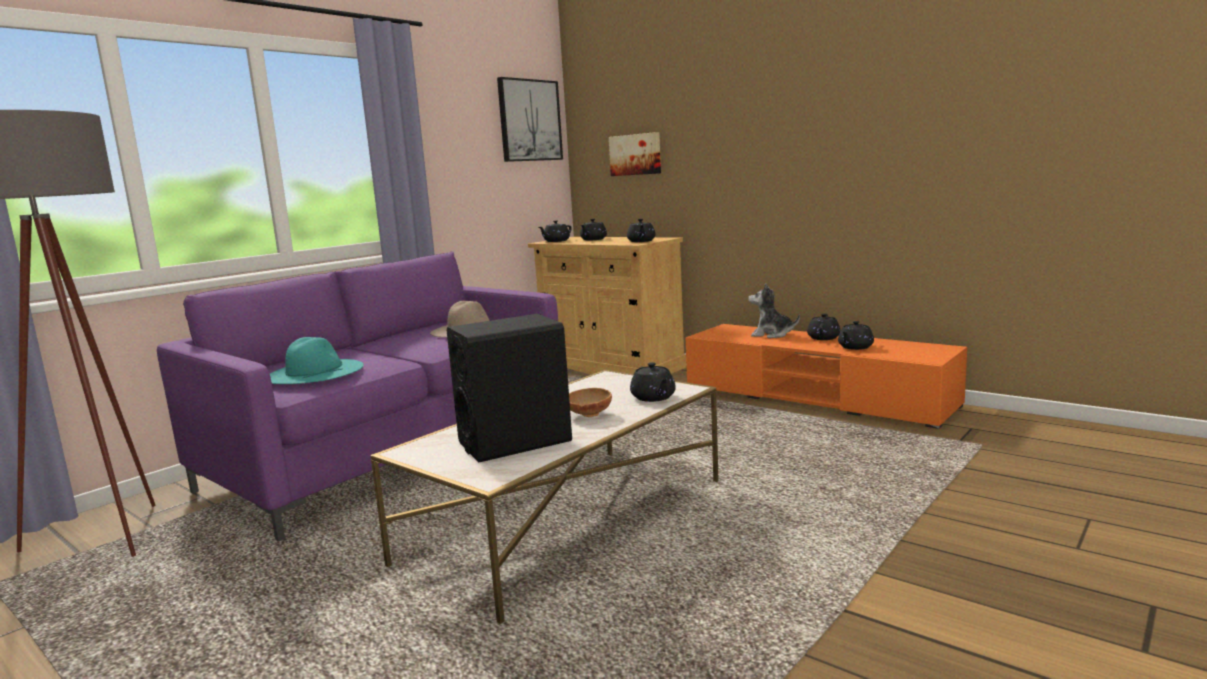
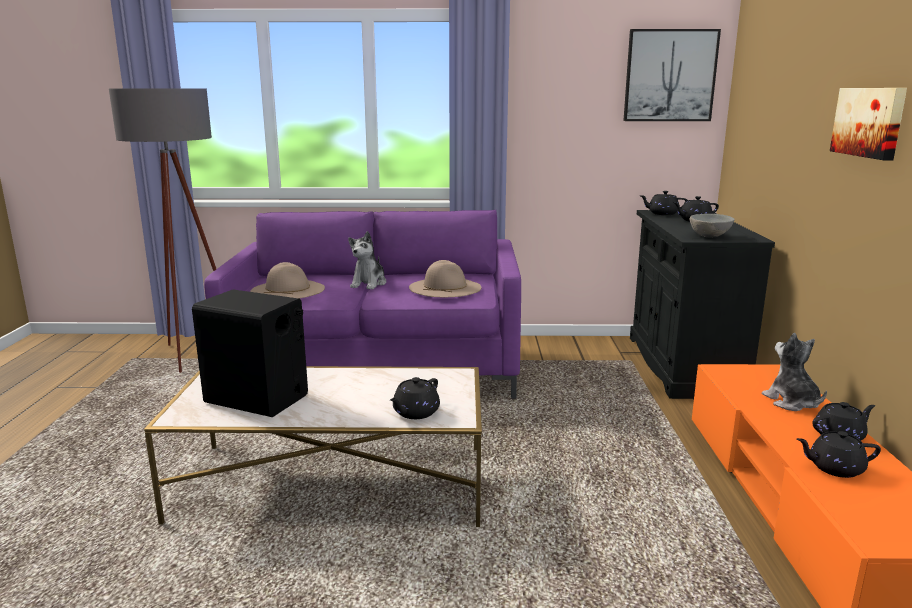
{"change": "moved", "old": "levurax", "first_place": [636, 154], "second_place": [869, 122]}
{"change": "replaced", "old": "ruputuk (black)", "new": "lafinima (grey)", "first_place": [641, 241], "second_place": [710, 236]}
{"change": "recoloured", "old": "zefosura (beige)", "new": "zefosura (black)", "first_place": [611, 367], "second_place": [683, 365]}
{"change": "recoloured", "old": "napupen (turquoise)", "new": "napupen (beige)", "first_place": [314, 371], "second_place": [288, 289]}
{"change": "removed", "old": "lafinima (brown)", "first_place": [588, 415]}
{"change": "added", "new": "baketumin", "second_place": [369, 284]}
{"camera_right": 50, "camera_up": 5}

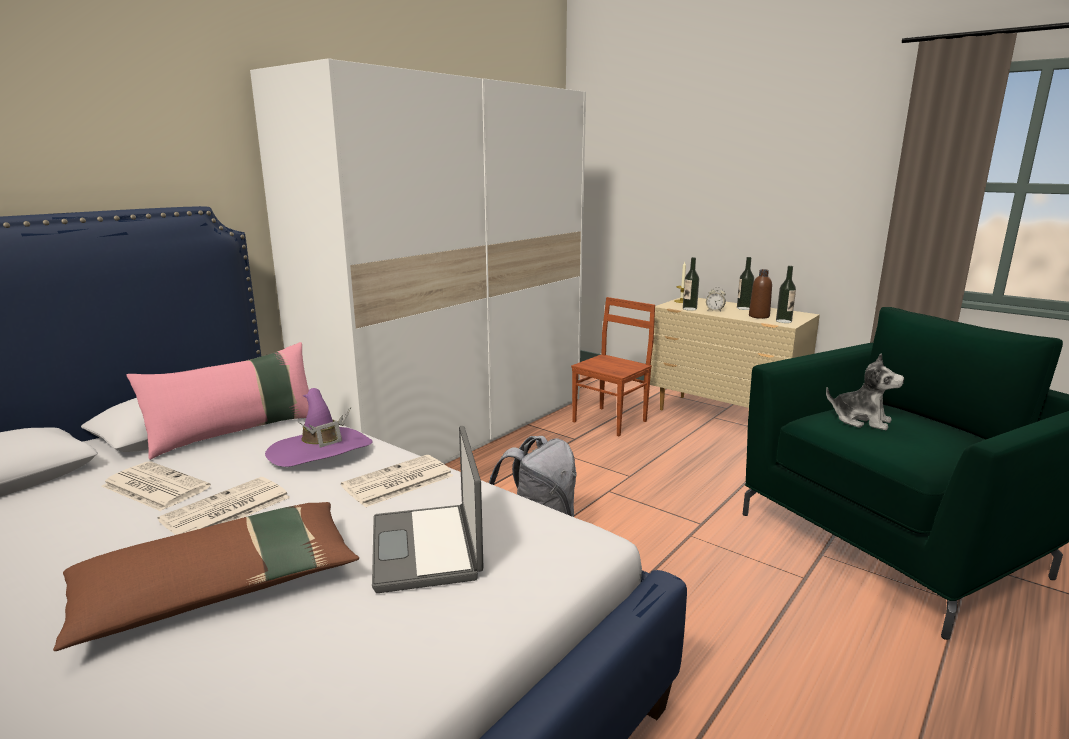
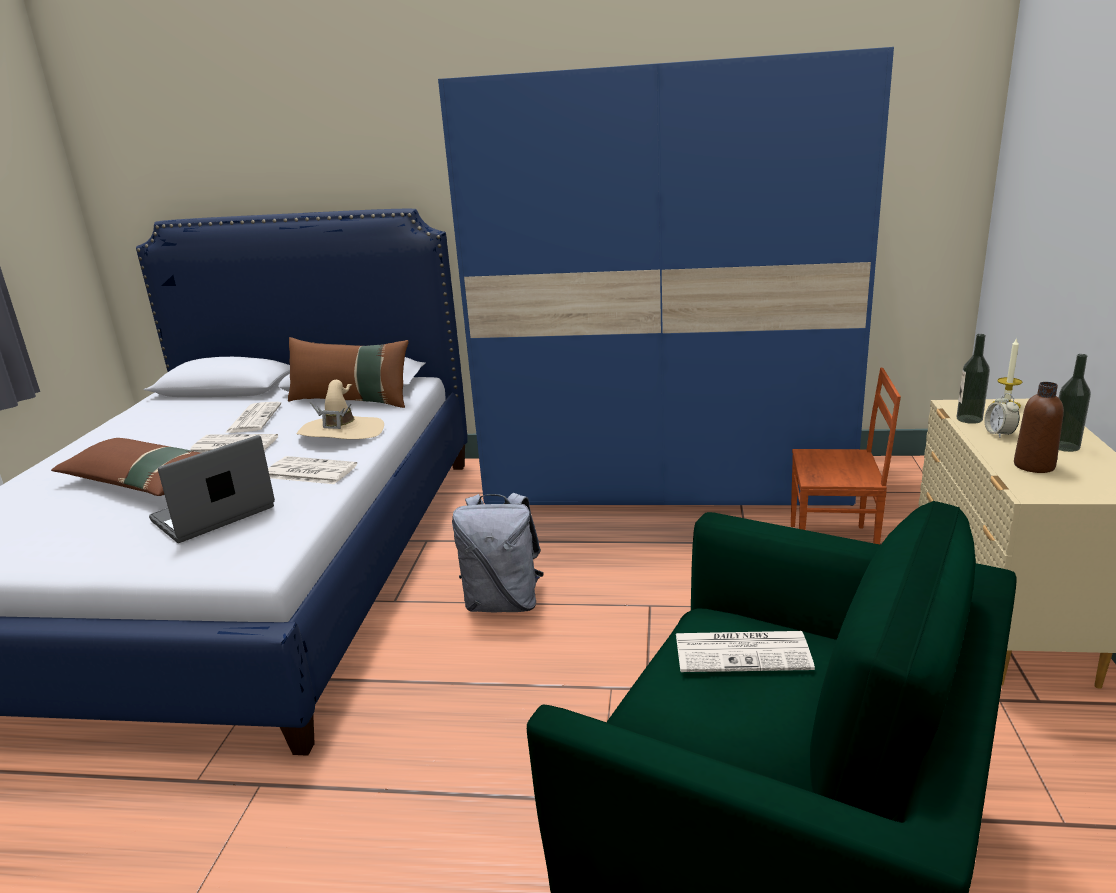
{"change": "recoloured", "old": "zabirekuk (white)", "new": "zabirekuk (blue)", "first_place": [456, 431], "second_place": [665, 481]}
{"change": "removed", "old": "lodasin", "first_place": [783, 321]}
{"change": "recoloured", "old": "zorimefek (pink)", "new": "zorimefek (brown)", "first_place": [236, 432], "second_place": [351, 401]}
{"change": "replaced", "old": "baketumin", "new": "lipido", "first_place": [861, 420], "second_place": [744, 652]}
{"change": "recoloured", "old": "napupen (purple)", "new": "napupen (beige)", "first_place": [320, 451], "second_place": [341, 433]}
{"camera_right": 60, "camera_up": 5}

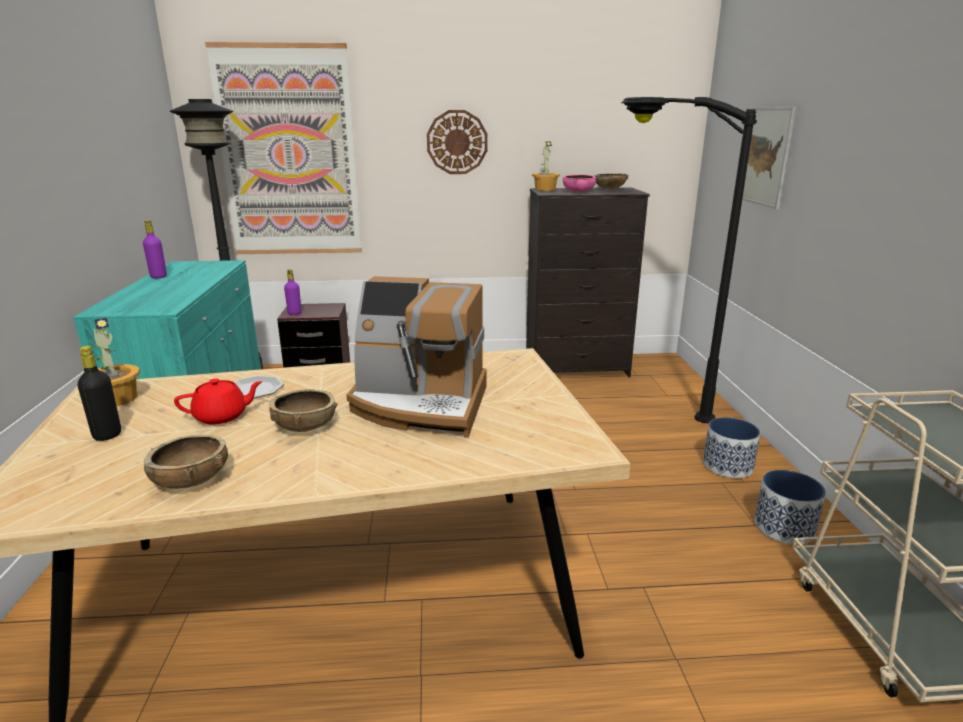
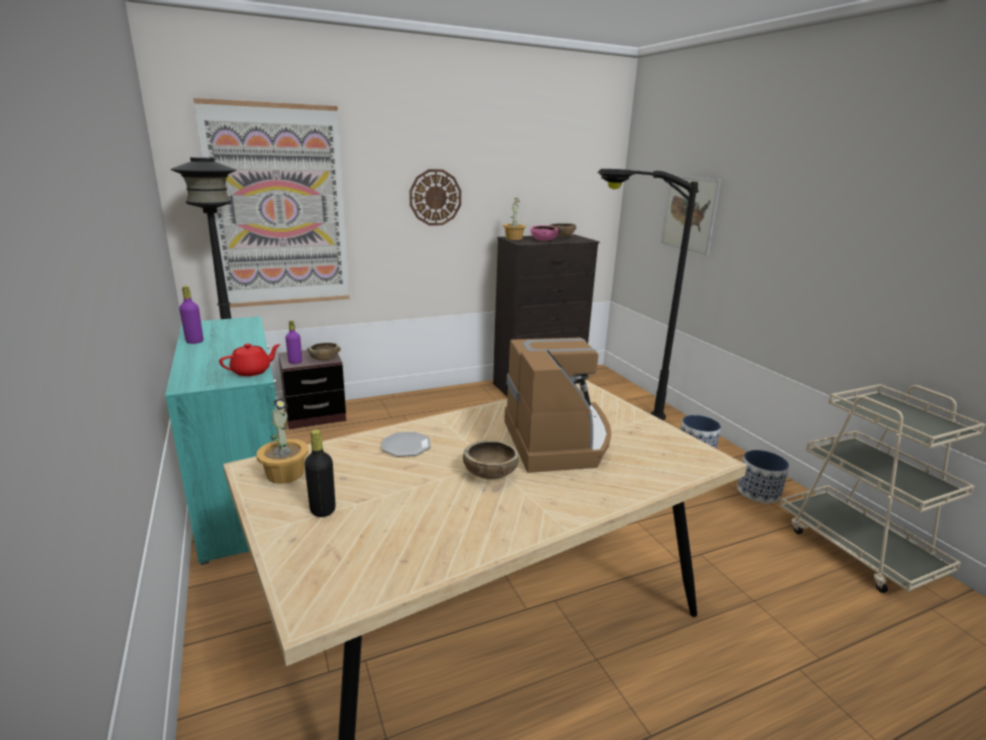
{"change": "turned", "old": "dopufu", "first_place": [420, 405], "second_place": [558, 440], "degrees": -90}
{"change": "moved", "old": "ruputuk (red)", "first_place": [222, 416], "second_place": [252, 371]}
{"change": "moved", "old": "lafinima (brown)", "first_place": [191, 480], "second_place": [325, 359]}
{"camera_right": -20, "camera_up": 0}

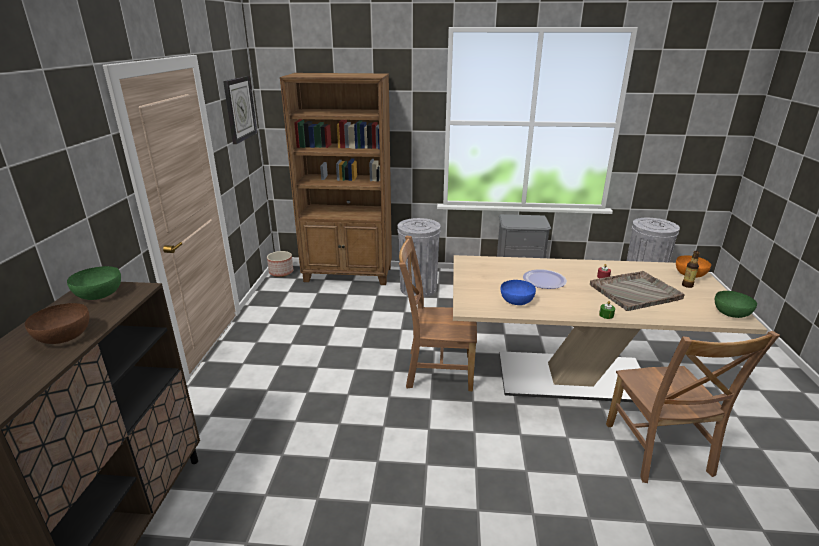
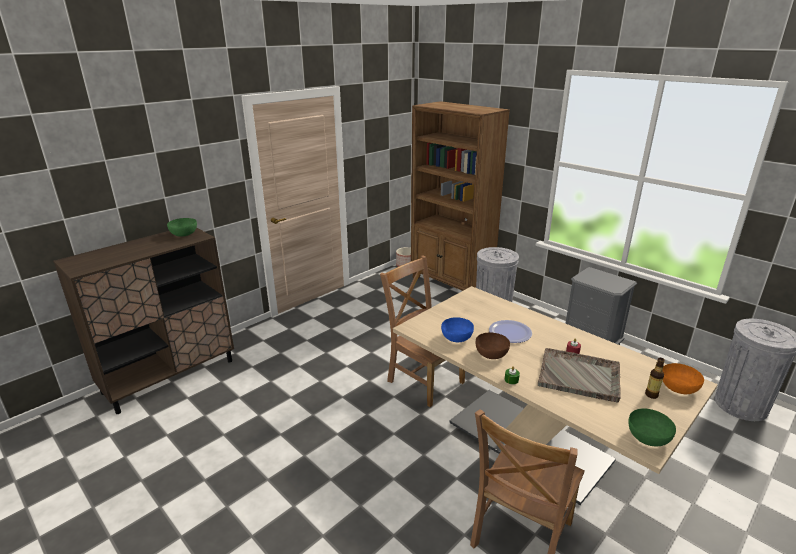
{"change": "removed", "old": "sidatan", "first_place": [239, 109]}
{"change": "moved", "old": "lafinima (brown)", "first_place": [63, 337], "second_place": [491, 354]}
{"camera_right": 40, "camera_up": 0}

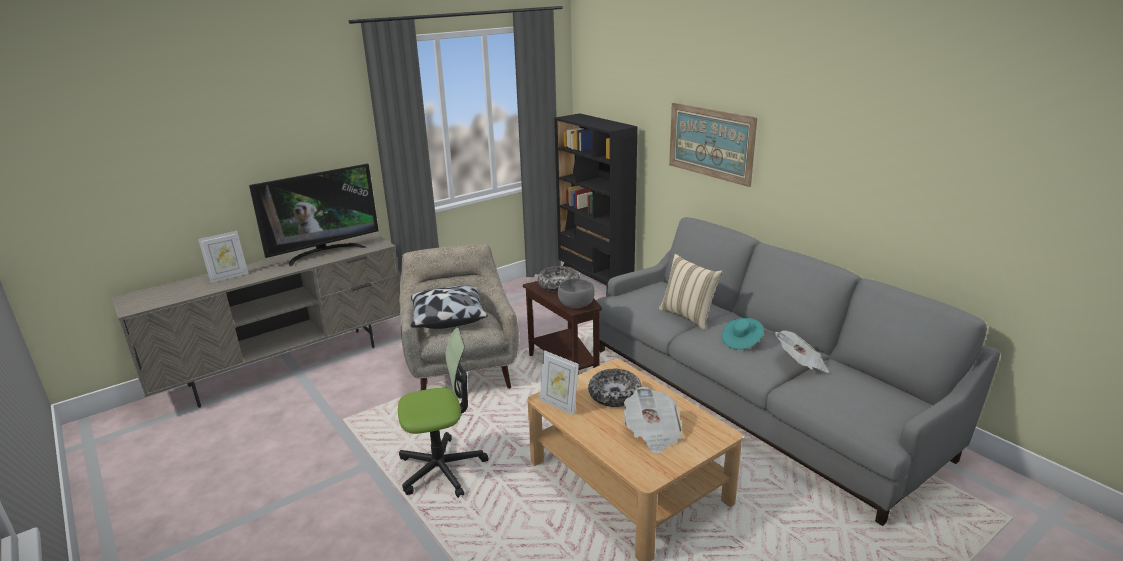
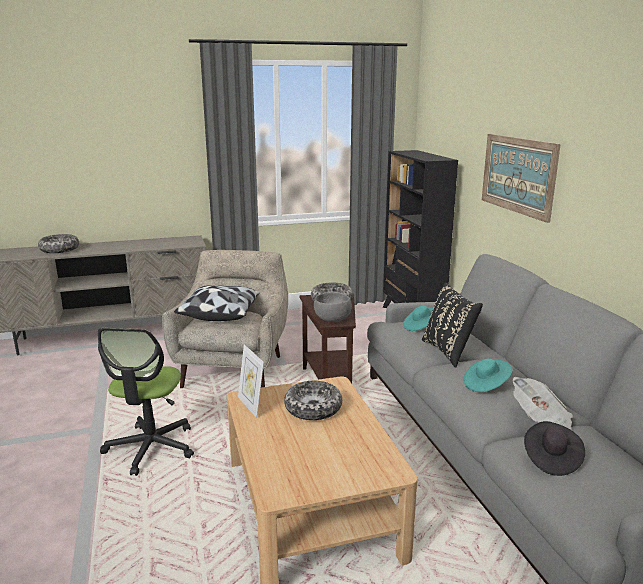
{"change": "removed", "old": "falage", "first_place": [324, 252]}
{"change": "replaced", "old": "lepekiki", "new": "lafinima", "first_place": [228, 277], "second_place": [59, 249]}
{"change": "recoloured", "old": "zorimefek (beige)", "new": "zorimefek (black)", "first_place": [688, 316], "second_place": [449, 351]}
{"change": "turned", "old": "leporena", "first_place": [442, 469], "second_place": [151, 448], "degrees": 90}
{"change": "removed", "old": "lipido", "first_place": [652, 433]}
{"change": "added", "new": "napupen (turquoise)", "second_place": [421, 327]}
{"change": "added", "new": "napupen (black)", "second_place": [551, 459]}
{"camera_right": 20, "camera_up": -5}

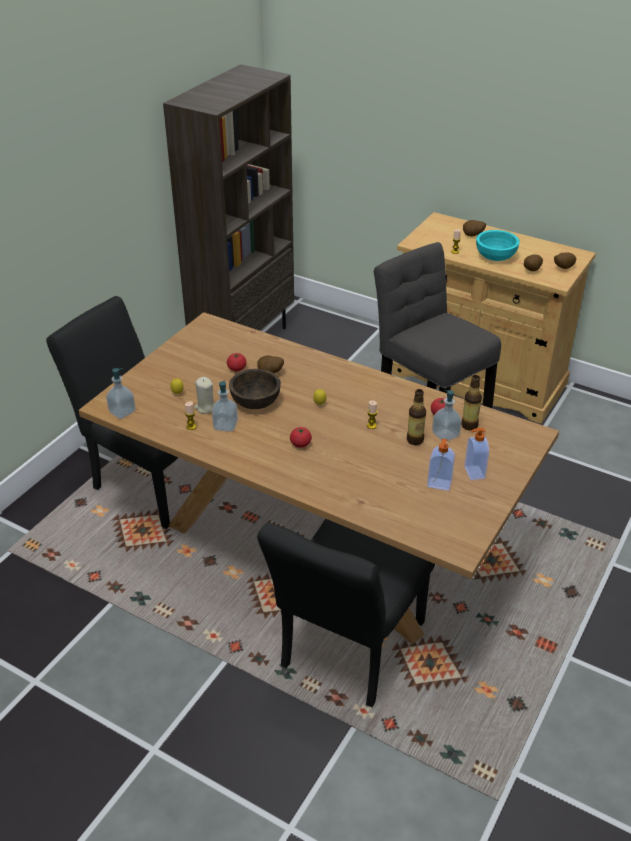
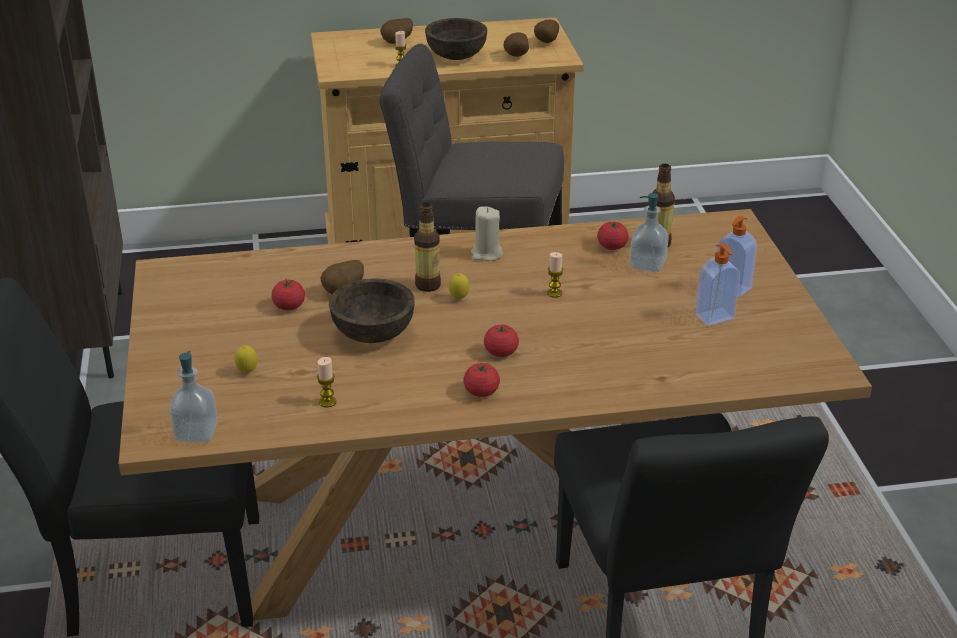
{"change": "recoloured", "old": "lafinima (turquoise)", "new": "lafinima (brown)", "first_place": [495, 257], "second_place": [456, 56]}
{"change": "moved", "old": "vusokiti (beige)", "first_place": [205, 407], "second_place": [486, 254]}
{"change": "removed", "old": "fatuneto", "first_place": [225, 425]}
{"change": "moved", "old": "lodasin", "first_place": [415, 440], "second_place": [428, 285]}
{"change": "added", "new": "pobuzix", "second_place": [481, 392]}
{"camera_right": -40, "camera_up": -5}

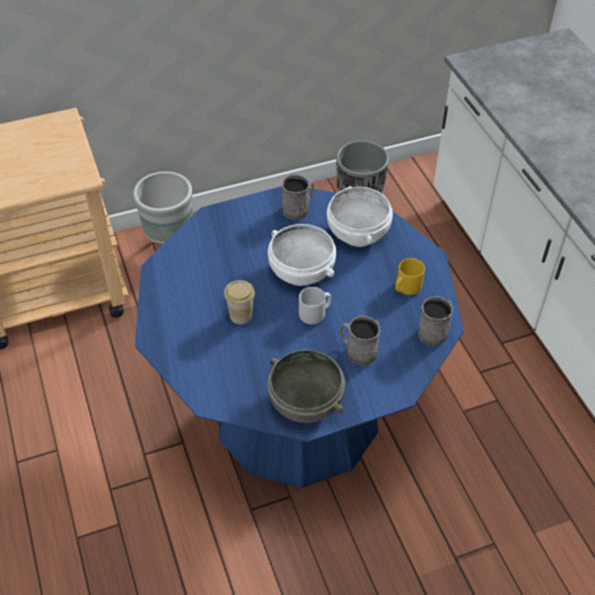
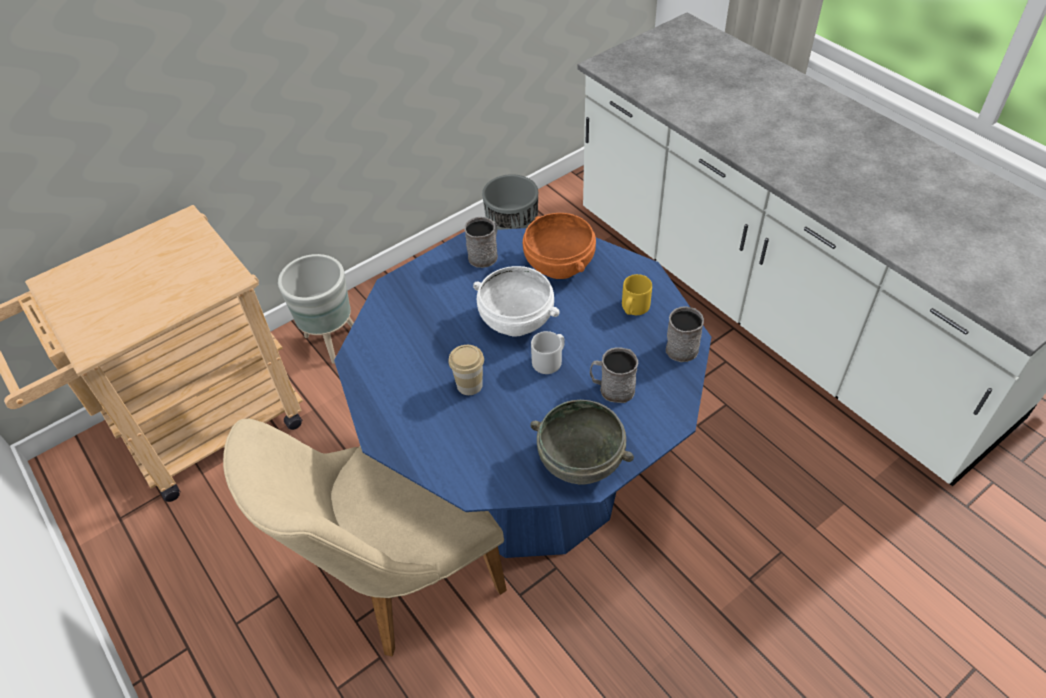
{"change": "recoloured", "old": "lafinima (white)", "new": "lafinima (orange)", "first_place": [359, 233], "second_place": [560, 265]}
{"change": "added", "new": "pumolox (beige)", "second_place": [398, 578]}
{"camera_right": -15, "camera_up": 0}

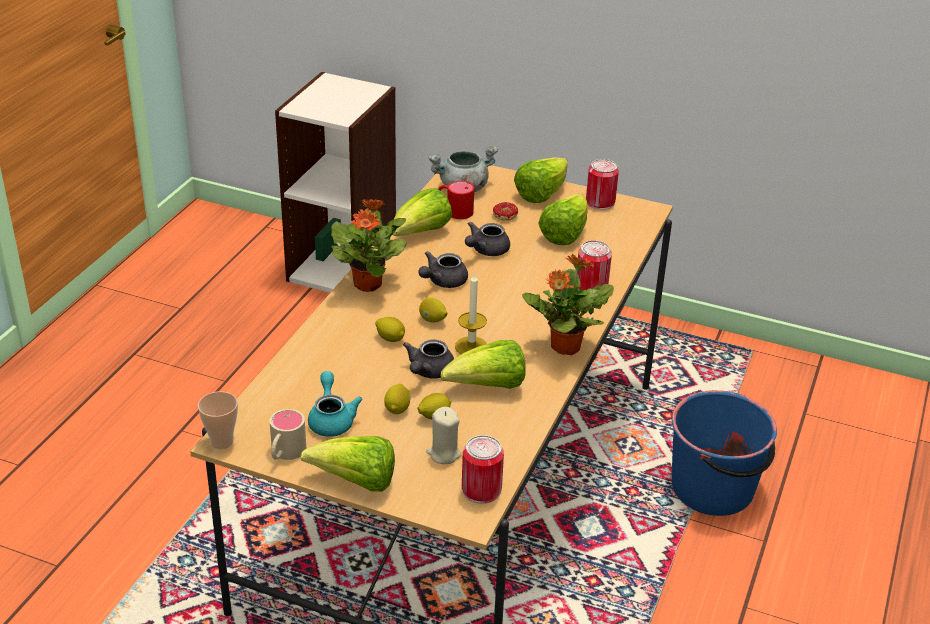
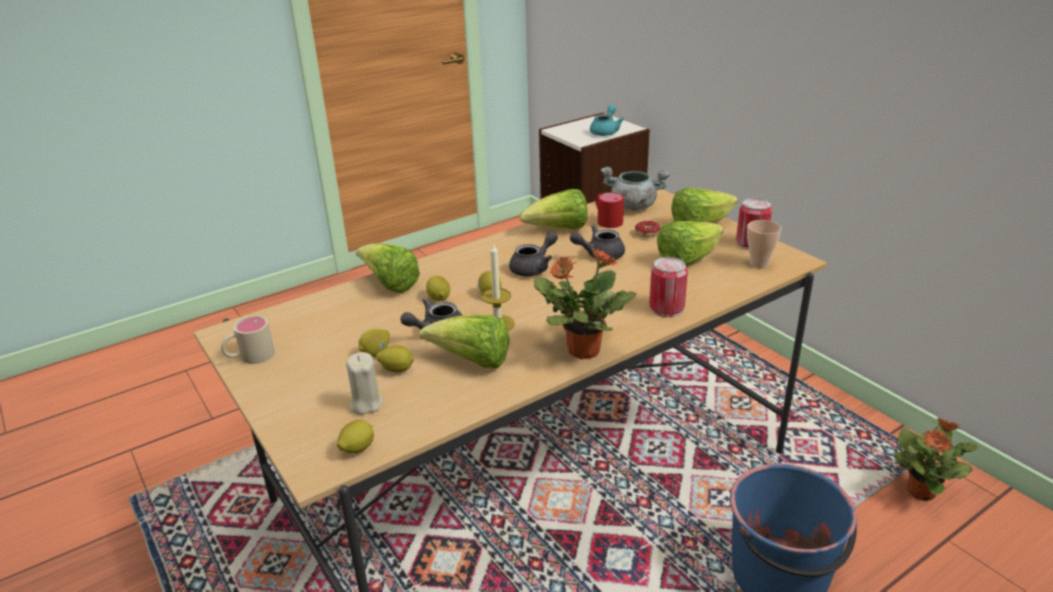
{"change": "moved", "old": "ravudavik", "first_place": [368, 283], "second_place": [921, 491]}
{"change": "turned", "old": "ruputuk (grey)", "first_place": [442, 281], "second_place": [534, 268], "degrees": 150}
{"change": "moved", "old": "ruputuk (turquoise)", "first_place": [331, 419], "second_place": [606, 131]}
{"change": "moved", "old": "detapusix", "first_place": [221, 442], "second_place": [759, 264]}
{"change": "replaced", "old": "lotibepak", "new": "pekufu", "first_place": [481, 490], "second_place": [357, 449]}
{"change": "moved", "old": "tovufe", "first_place": [356, 482], "second_place": [390, 284]}
{"camera_right": 35, "camera_up": -5}

